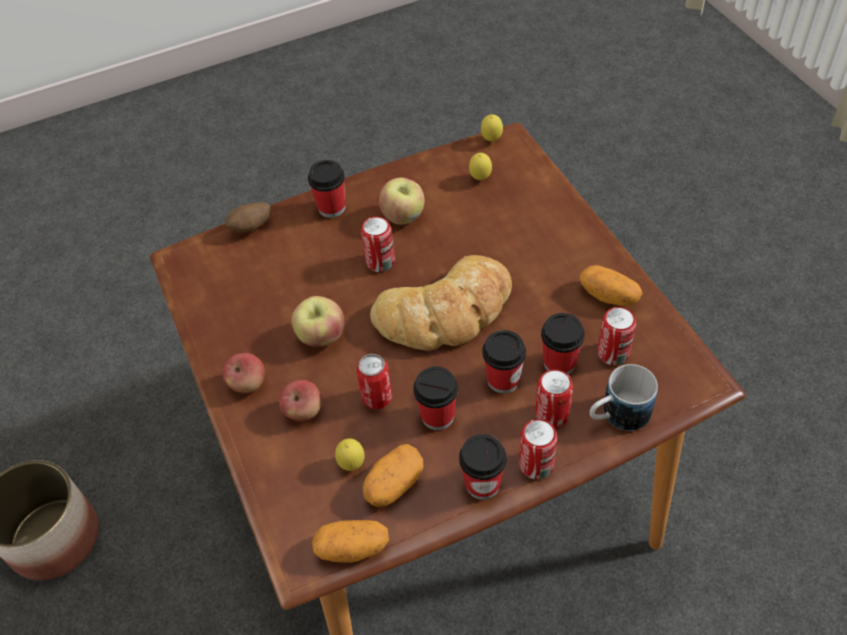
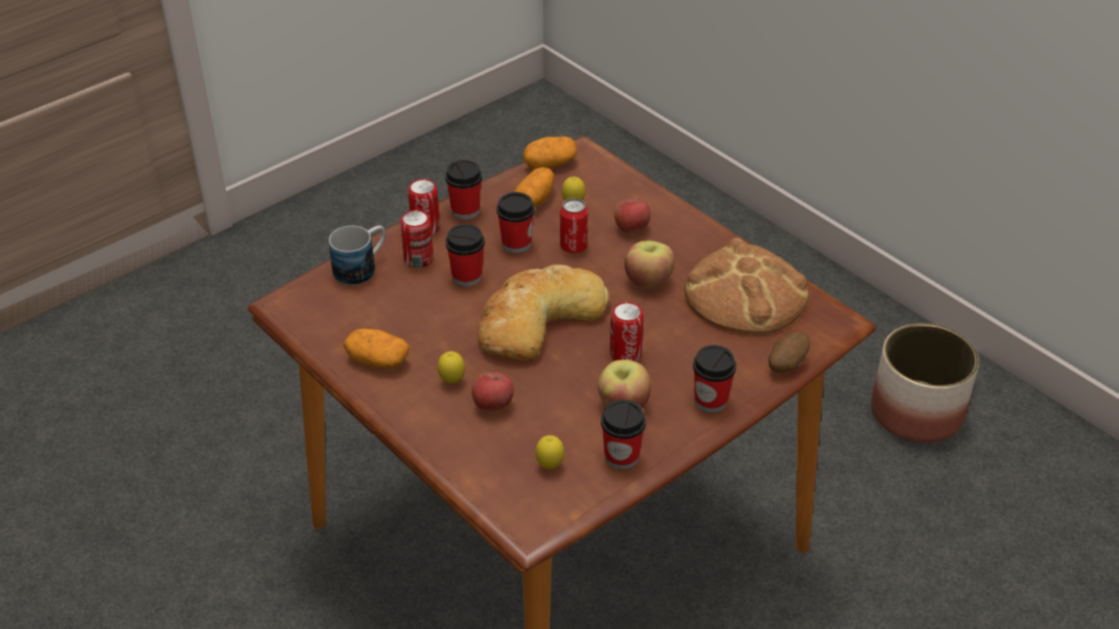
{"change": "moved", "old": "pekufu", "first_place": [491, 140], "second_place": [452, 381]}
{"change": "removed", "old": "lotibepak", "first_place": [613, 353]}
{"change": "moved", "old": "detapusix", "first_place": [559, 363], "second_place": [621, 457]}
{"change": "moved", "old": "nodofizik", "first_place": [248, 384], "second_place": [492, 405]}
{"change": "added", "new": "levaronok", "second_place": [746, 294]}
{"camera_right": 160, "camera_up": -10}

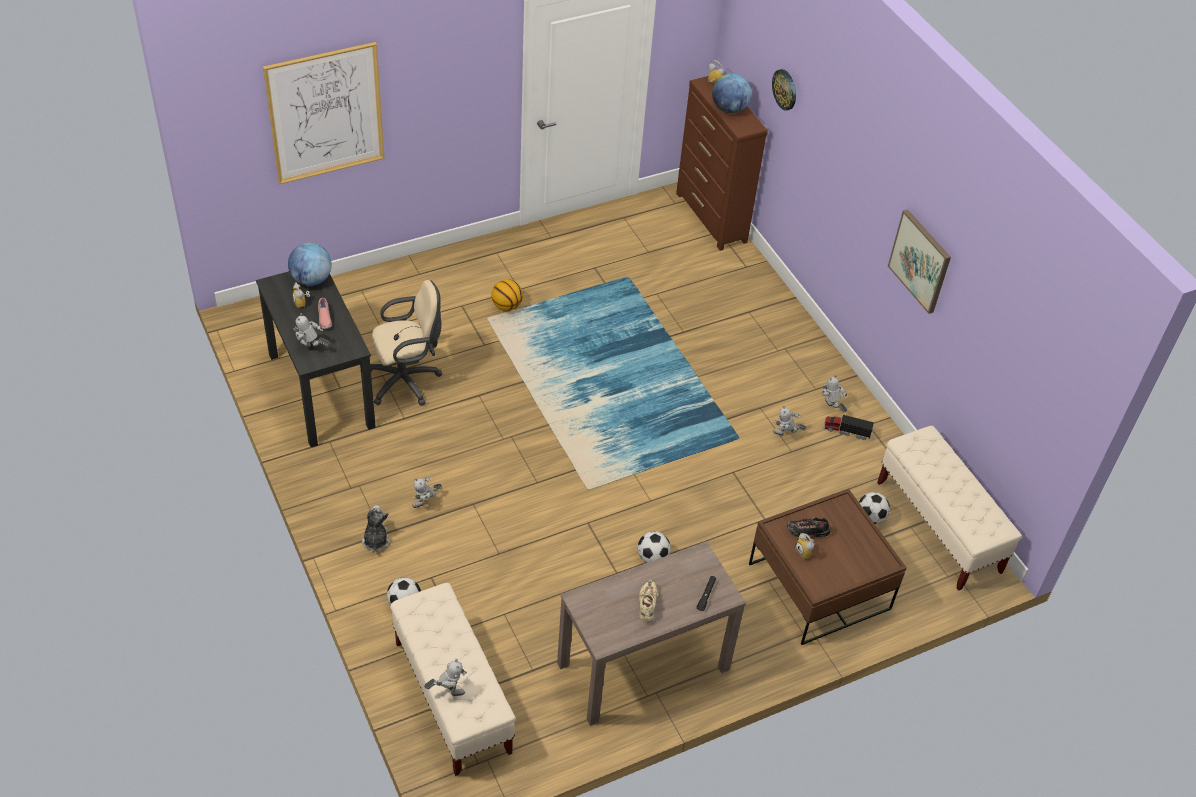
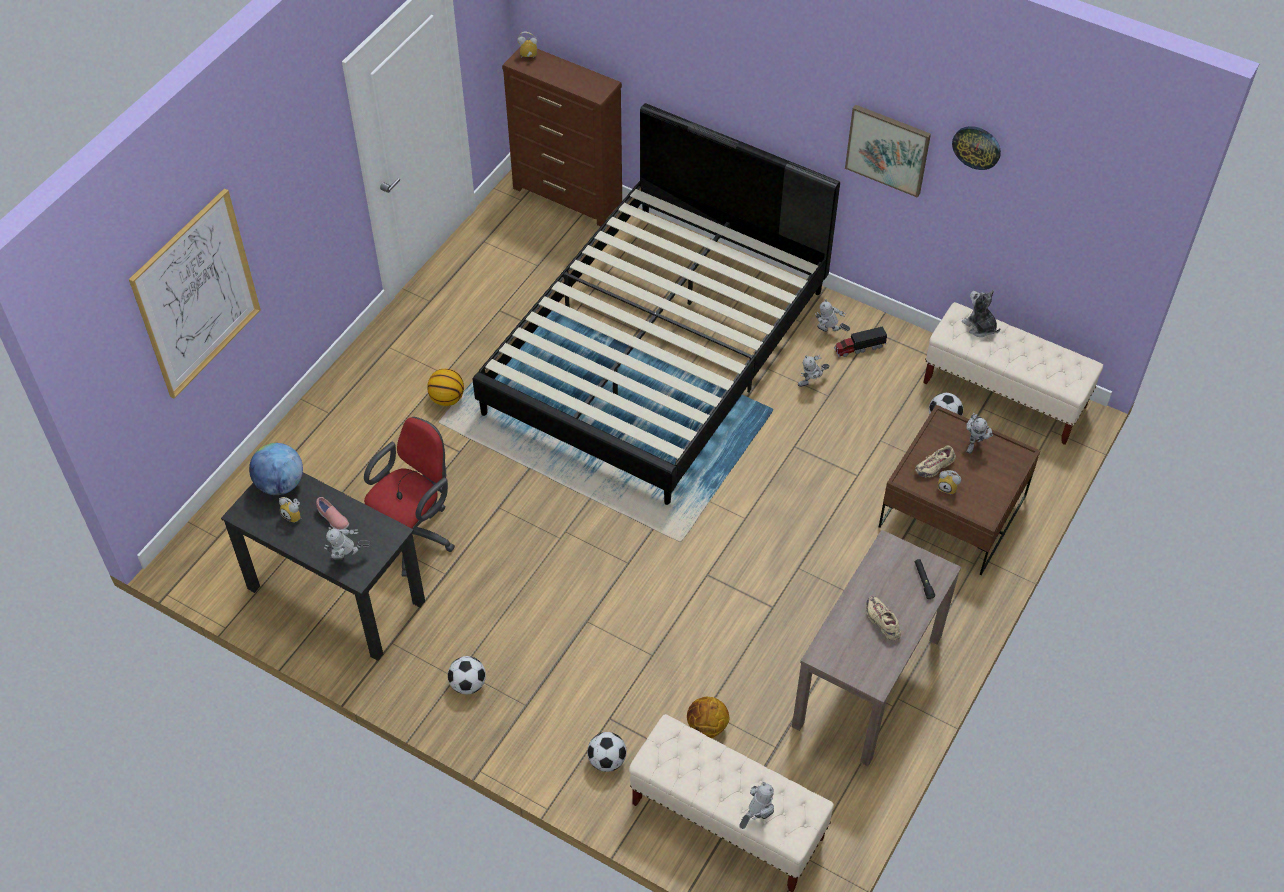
{"change": "moved", "old": "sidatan", "first_place": [785, 89], "second_place": [977, 147]}
{"change": "removed", "old": "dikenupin", "first_place": [729, 109]}
{"change": "recoloured", "old": "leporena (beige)", "new": "leporena (red)", "first_place": [407, 381], "second_place": [415, 534]}
{"change": "moved", "old": "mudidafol", "first_place": [426, 503], "second_place": [974, 443]}
{"change": "moved", "old": "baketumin", "first_place": [375, 540], "second_place": [979, 326]}
{"change": "recoloured", "old": "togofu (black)", "new": "togofu (beige)", "first_place": [807, 532], "second_place": [934, 467]}
{"change": "moved", "old": "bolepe", "first_place": [652, 557], "second_place": [468, 684]}
{"change": "added", "new": "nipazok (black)", "second_place": [657, 351]}
{"change": "added", "new": "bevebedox", "second_place": [706, 727]}
{"camera_right": -30, "camera_up": 5}

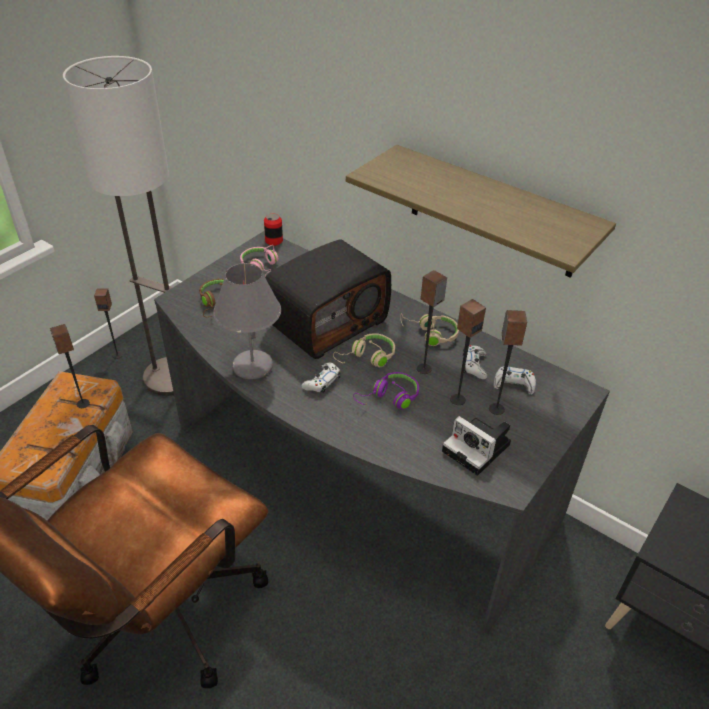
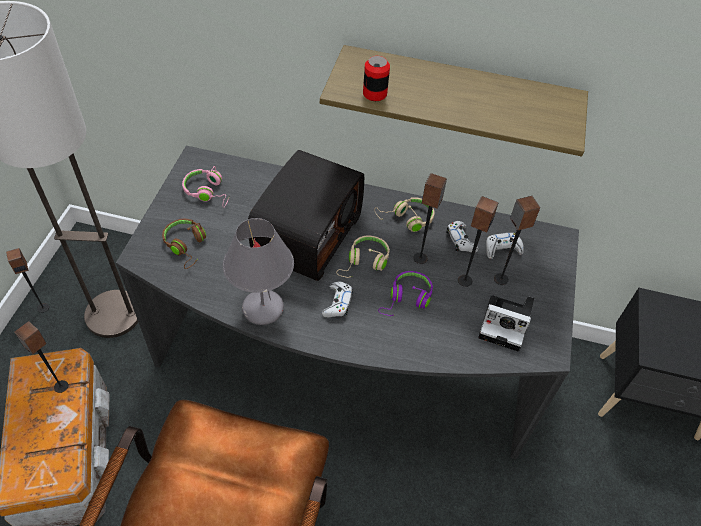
{"change": "moved", "old": "lotibepak", "first_place": [274, 241], "second_place": [374, 94]}
{"camera_right": -25, "camera_up": 10}

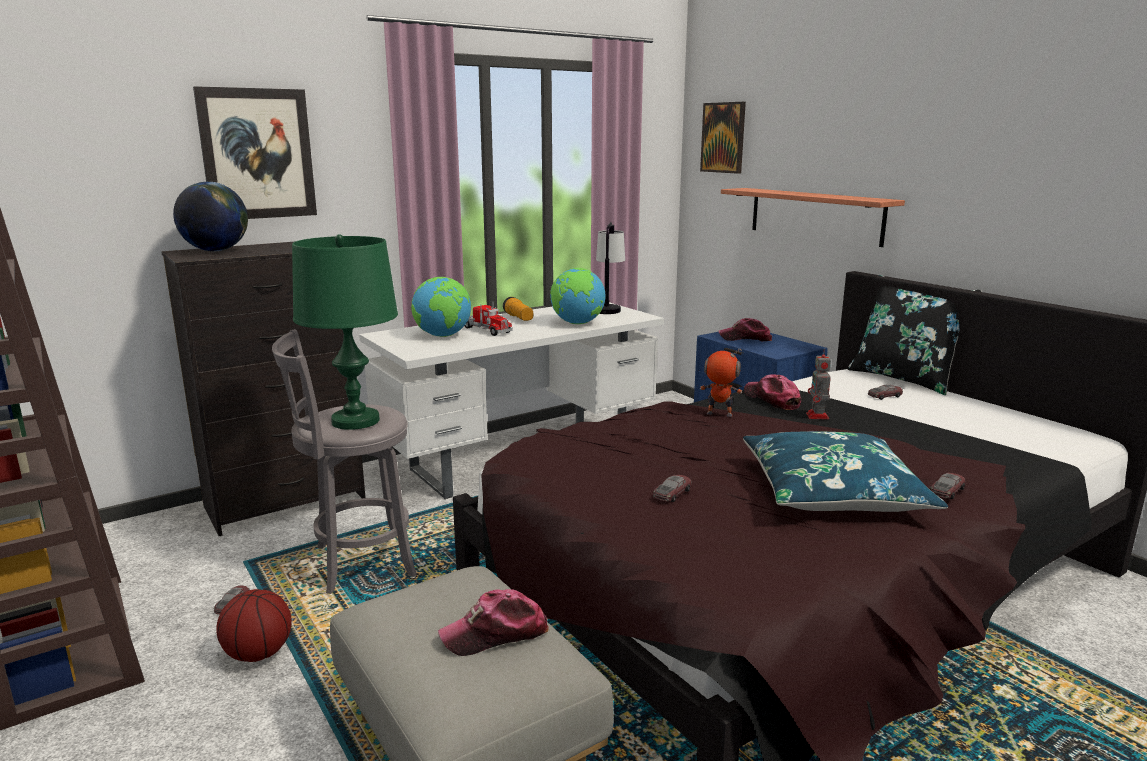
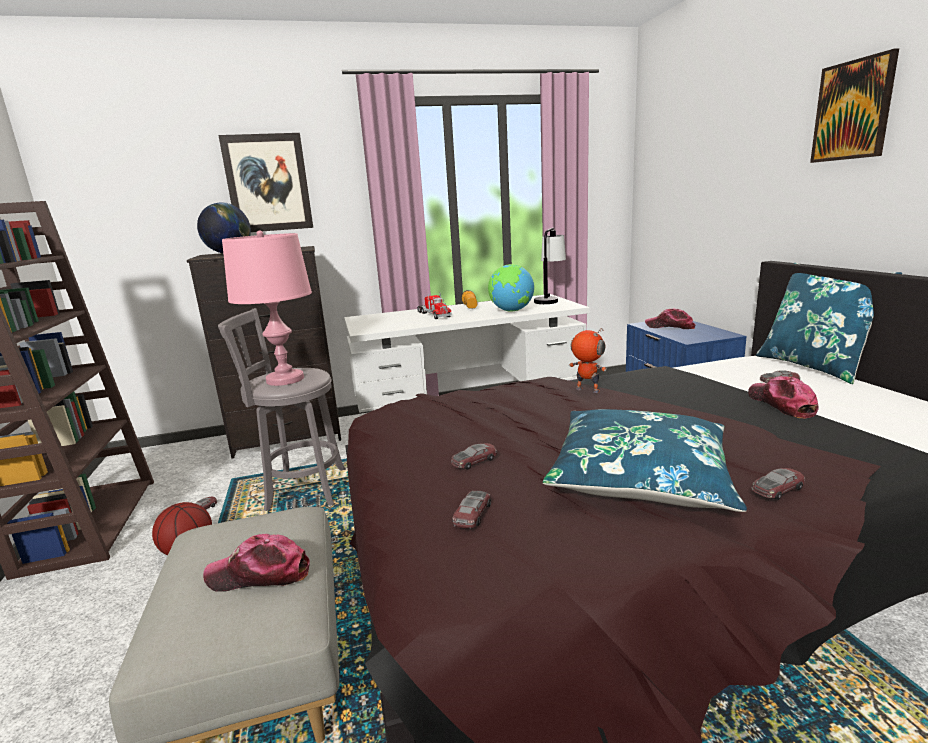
{"change": "moved", "old": "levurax", "first_place": [723, 137], "second_place": [853, 110]}
{"change": "removed", "old": "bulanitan", "first_place": [815, 215]}
{"change": "recoloured", "old": "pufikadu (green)", "new": "pufikadu (pink)", "first_place": [355, 421], "second_place": [285, 379]}
{"change": "recoloured", "old": "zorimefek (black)", "new": "zorimefek (blue)", "first_place": [904, 379], "second_place": [814, 366]}
{"change": "removed", "old": "dikenupin", "first_place": [443, 336]}
{"change": "removed", "old": "mudidafol", "first_place": [817, 416]}
{"change": "moved", "old": "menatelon", "first_place": [772, 399], "second_place": [781, 404]}
{"change": "added", "new": "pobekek", "second_place": [472, 514]}
{"camera_right": 20, "camera_up": 0}

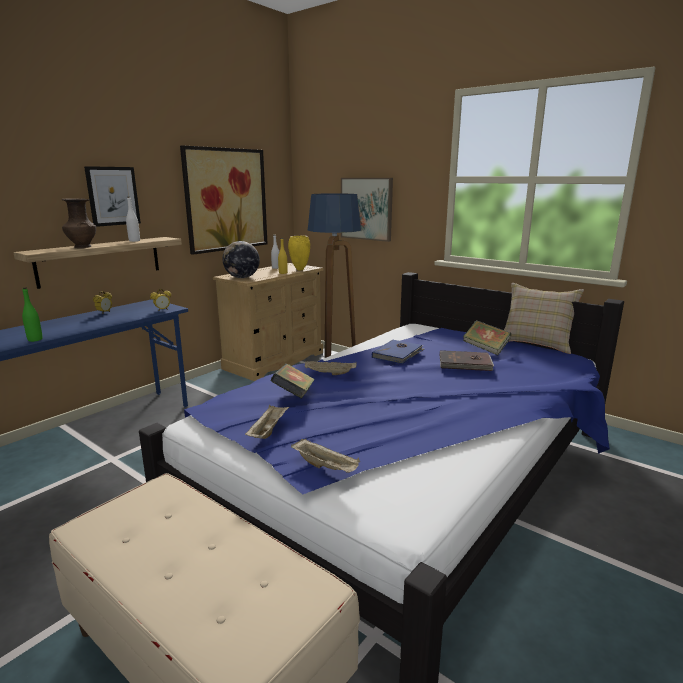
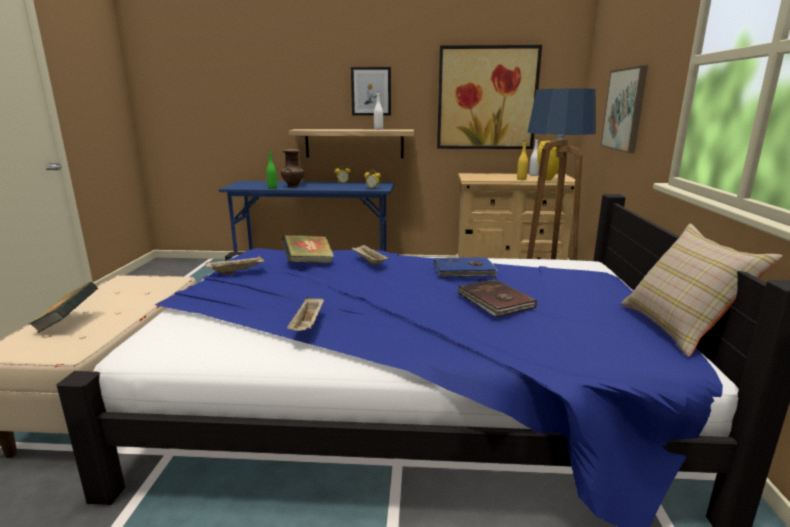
{"change": "moved", "old": "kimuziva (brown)", "first_place": [82, 247], "second_place": [293, 186]}
{"change": "removed", "old": "dikenupin", "first_place": [242, 277]}
{"change": "moved", "old": "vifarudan", "first_place": [485, 349], "second_place": [68, 323]}
{"change": "moved", "old": "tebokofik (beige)", "first_place": [326, 467], "second_place": [308, 325]}
{"camera_right": 55, "camera_up": 0}

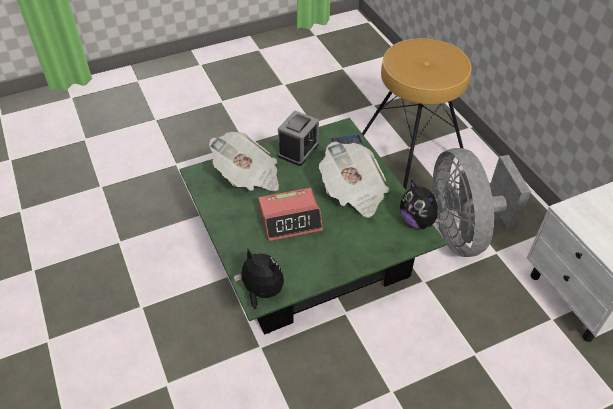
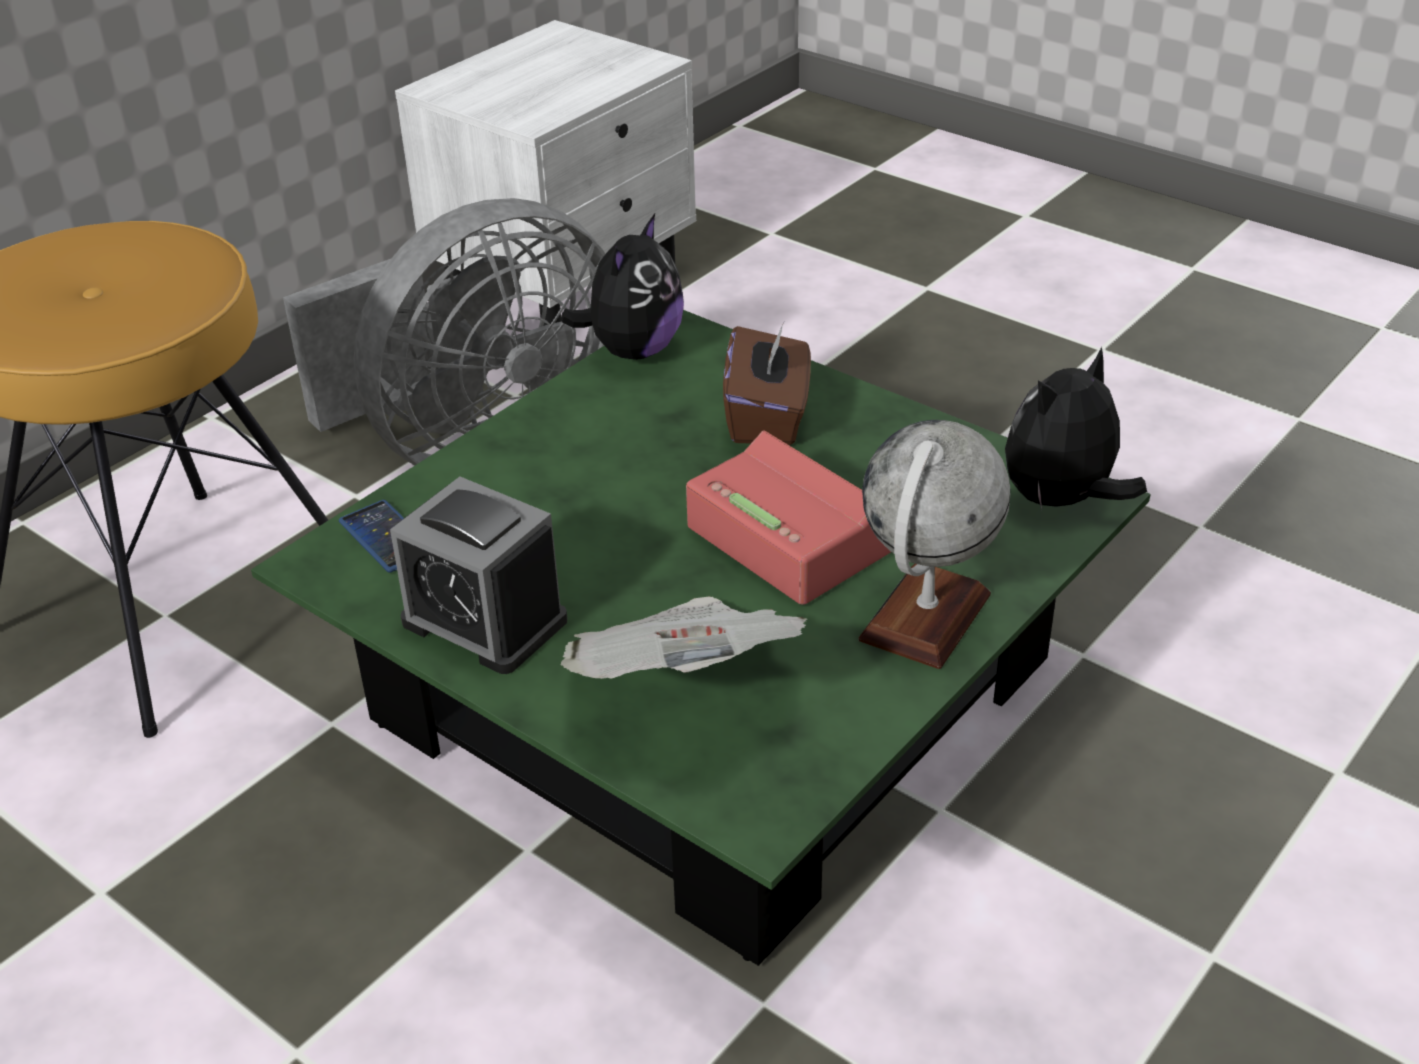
{"change": "turned", "old": "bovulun", "first_place": [298, 150], "second_place": [484, 621], "degrees": -150}
{"change": "removed", "old": "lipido", "first_place": [353, 192]}
{"change": "turned", "old": "baketumin", "first_place": [261, 292], "second_place": [1062, 501], "degrees": 45}
{"change": "added", "new": "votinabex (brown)", "second_place": [768, 417]}
{"change": "added", "new": "dikenupin", "second_place": [925, 617]}
{"camera_right": -115, "camera_up": -10}

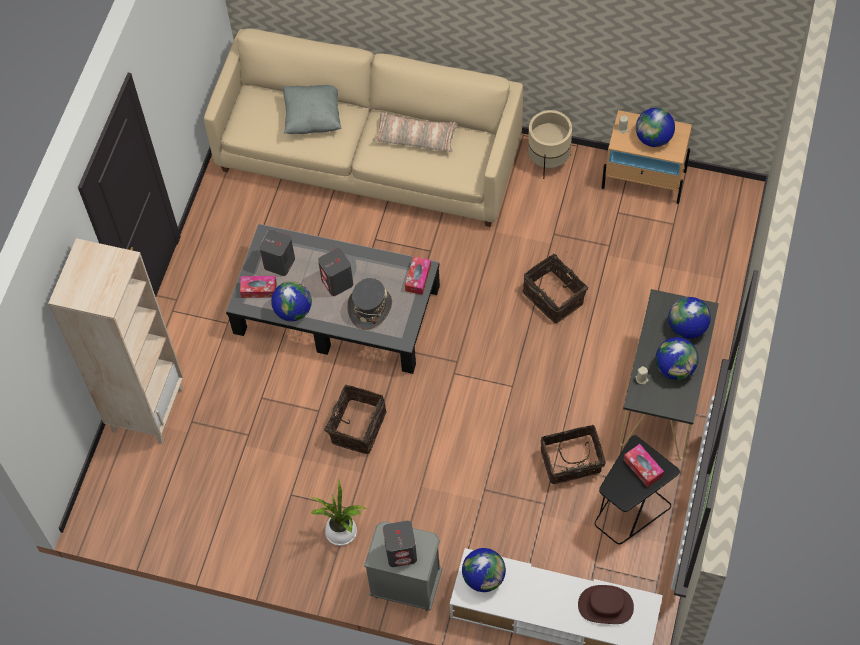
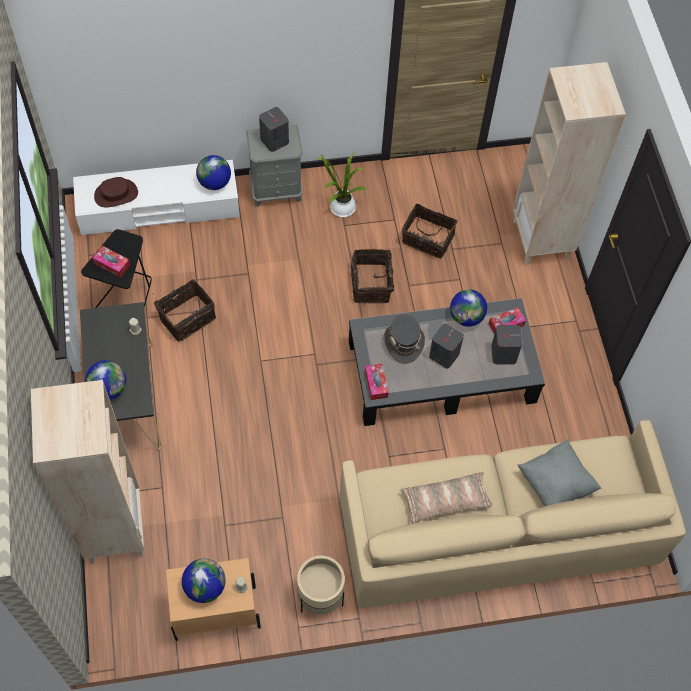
{"change": "moved", "old": "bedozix", "first_place": [554, 296], "second_place": [427, 240]}
{"change": "removed", "old": "dikenupin", "first_place": [675, 368]}
{"change": "added", "new": "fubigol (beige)", "second_place": [114, 529]}
{"camera_right": 150, "camera_up": 0}

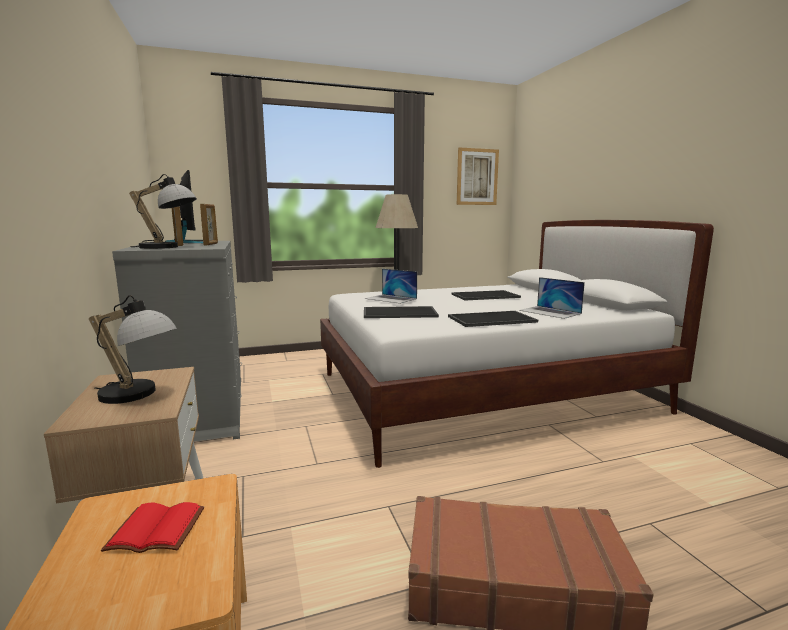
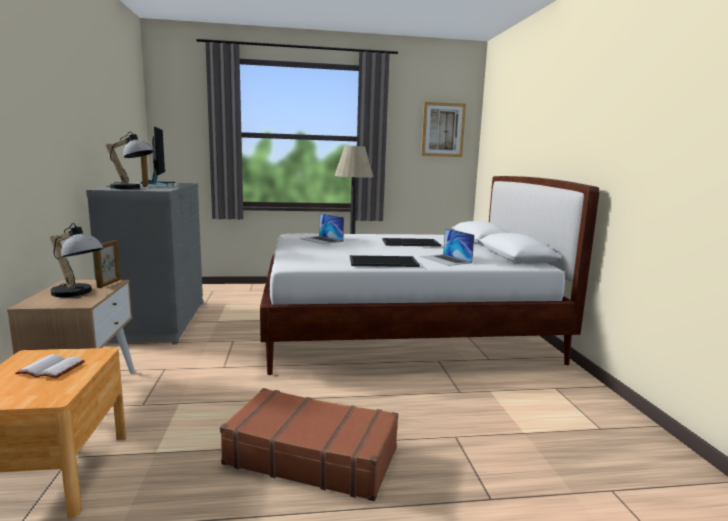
{"change": "moved", "old": "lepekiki", "first_place": [211, 244], "second_place": [109, 283]}
{"change": "removed", "old": "tebokofik", "first_place": [400, 313]}
{"change": "recoloured", "old": "vifarudan (red)", "new": "vifarudan (white)", "first_place": [154, 532], "second_place": [49, 369]}
{"camera_right": 10, "camera_up": 0}

